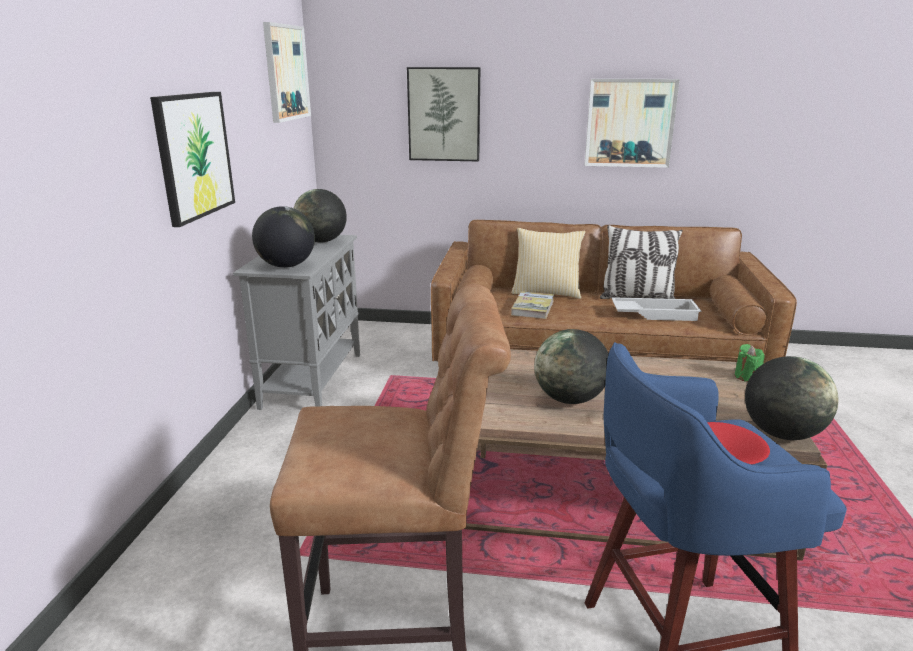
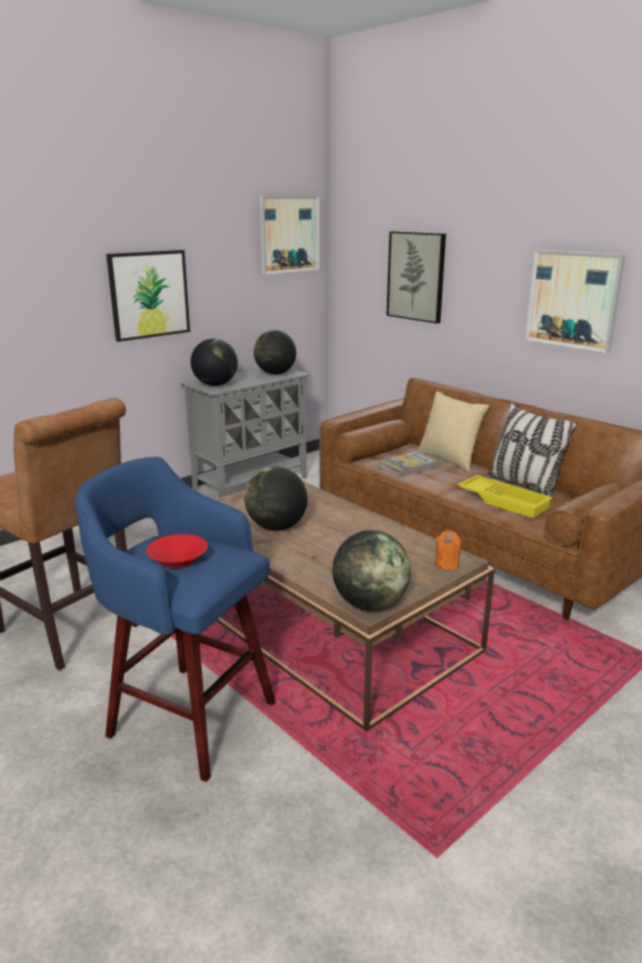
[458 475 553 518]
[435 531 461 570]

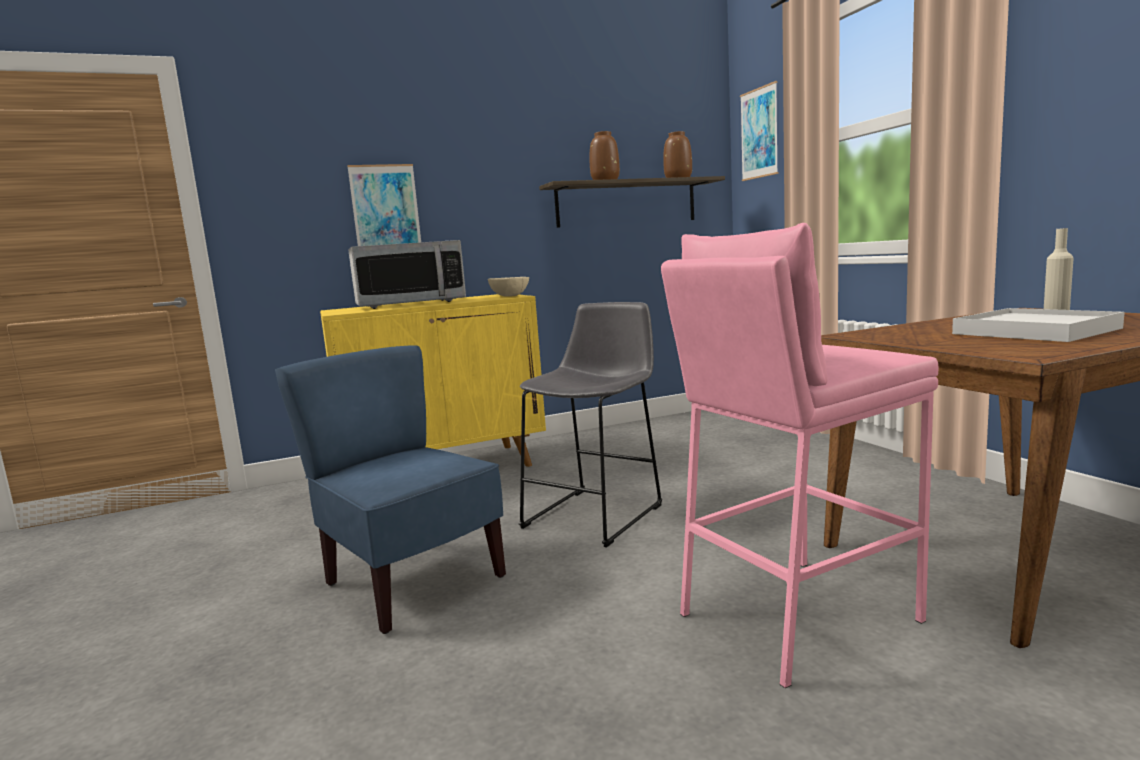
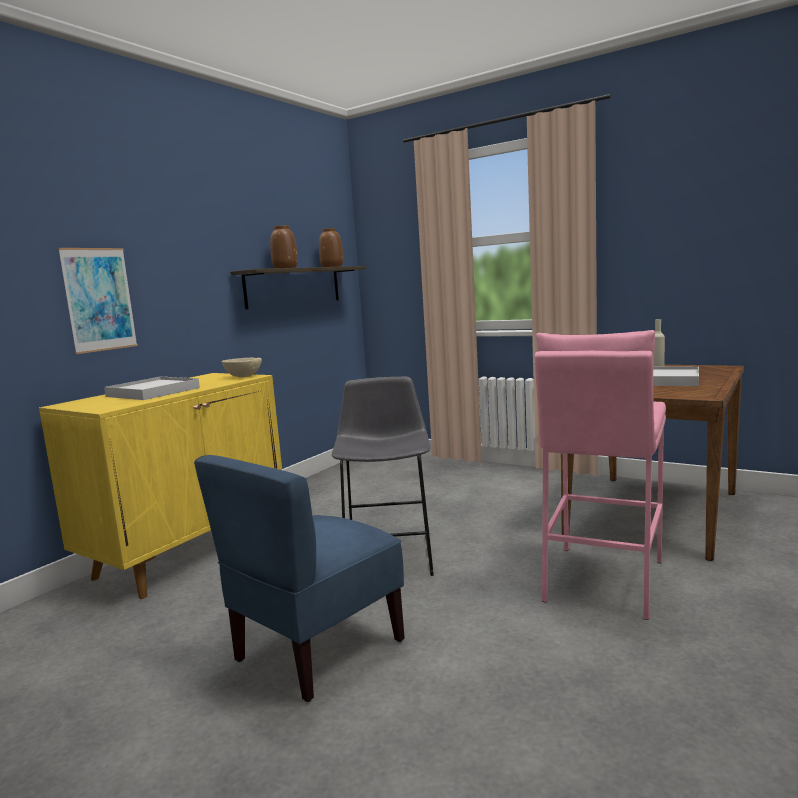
[740 81 778 181] (first image)
[104 377 200 400]
[194 455 405 702]

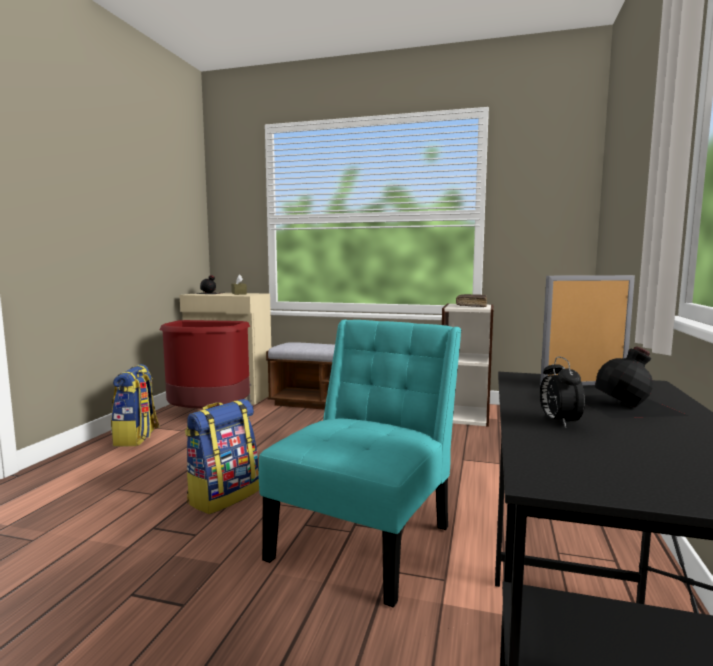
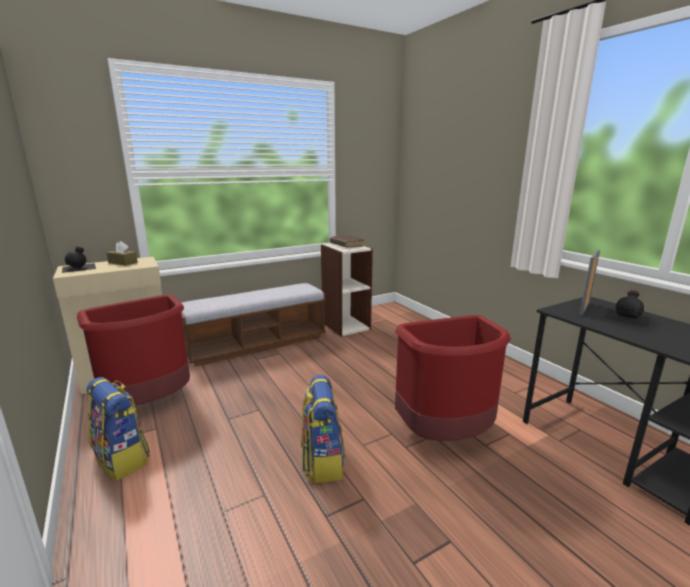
[540 356 585 428] (first image)
[395 315 511 441]

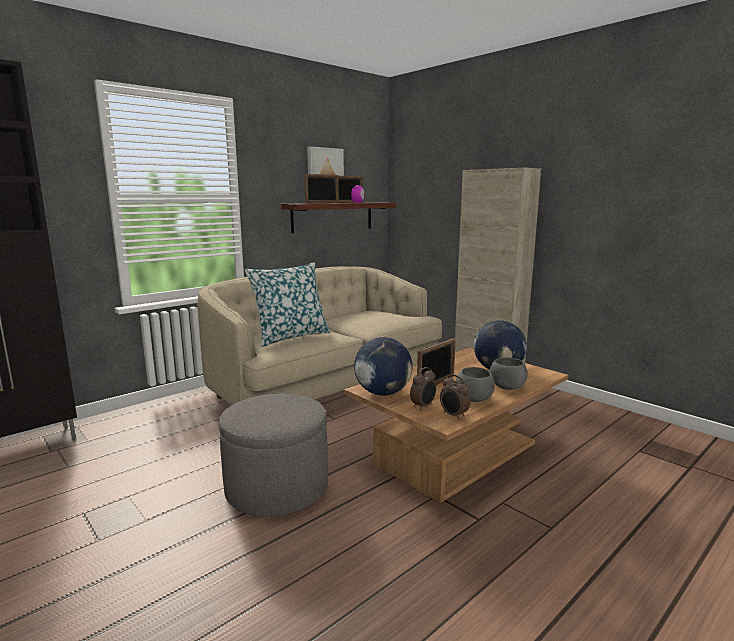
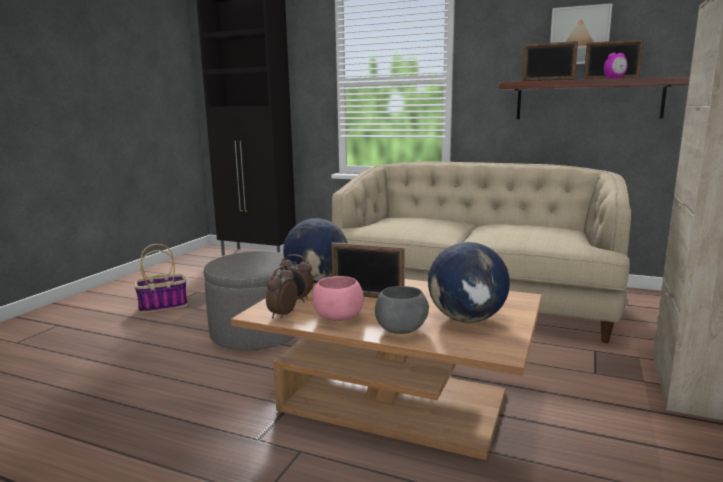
[245 262 331 347] (first image)
[134 244 188 313]
[312 276 364 321]

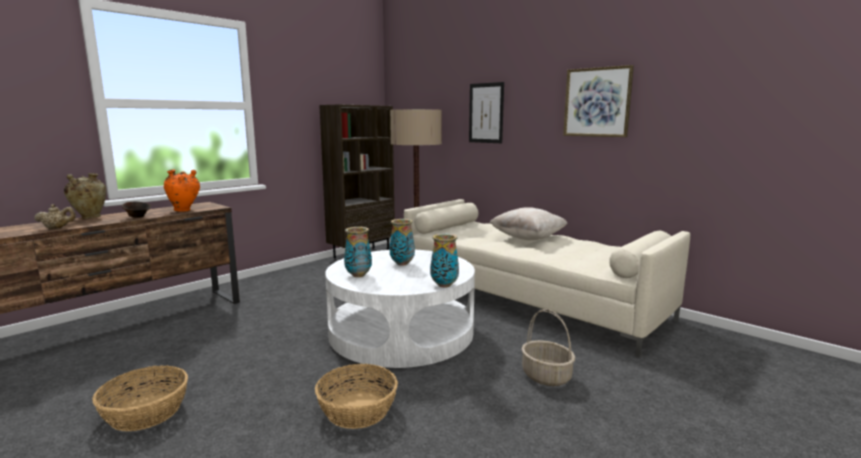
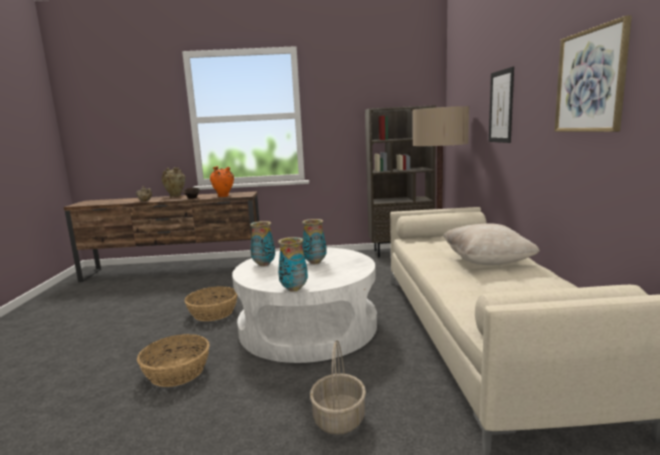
[184 286 237 321]

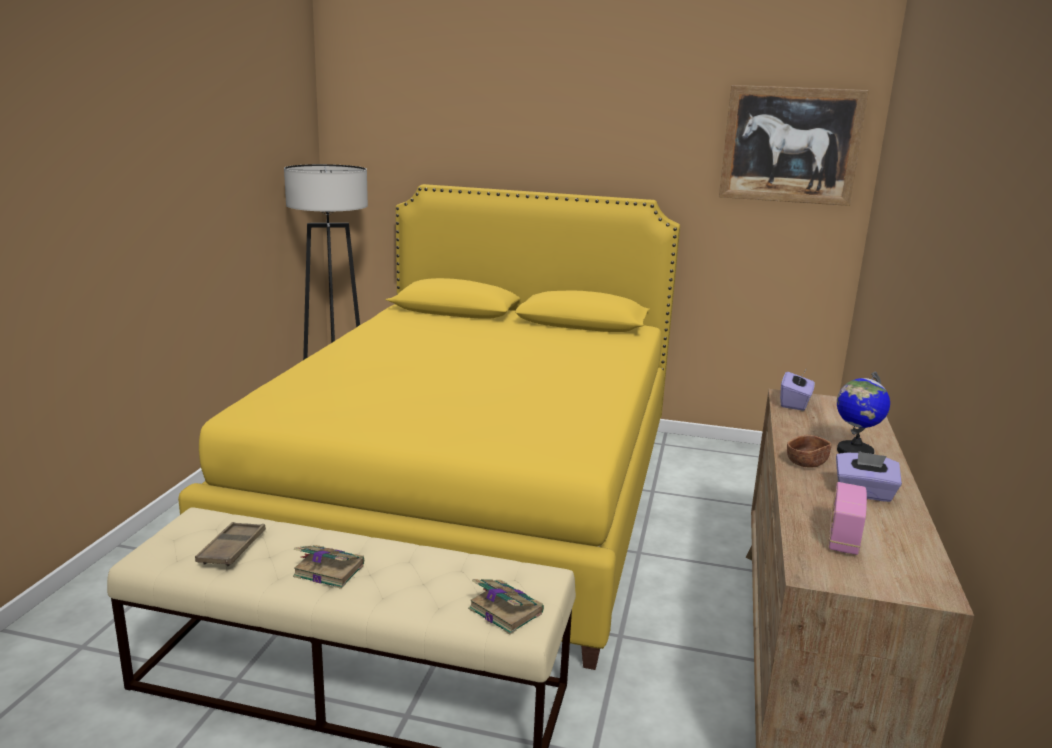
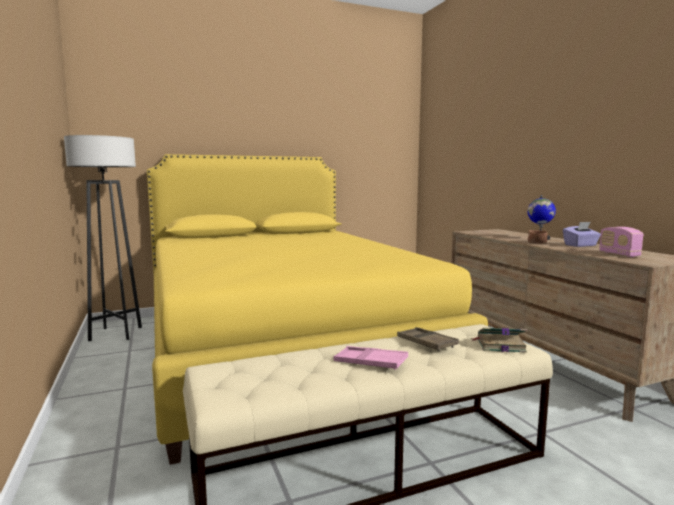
[719 85 869 206] (first image)
[780 370 815 411] (first image)
[397 327 459 351]
[333 346 408 370]

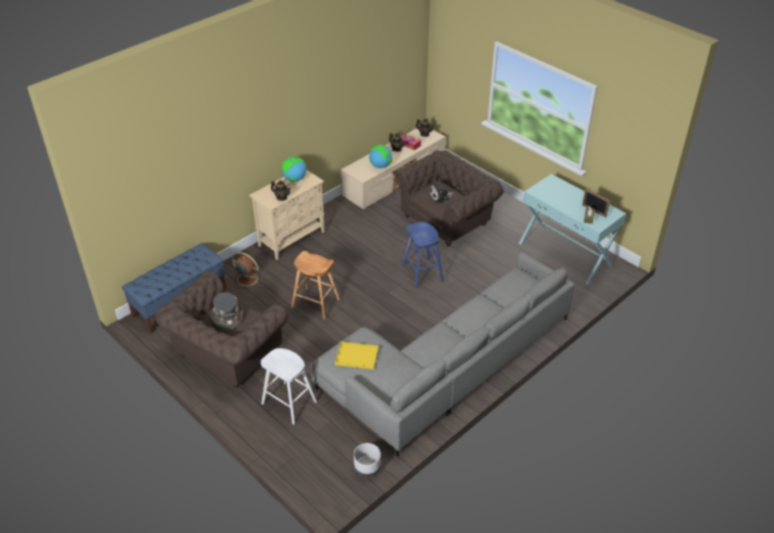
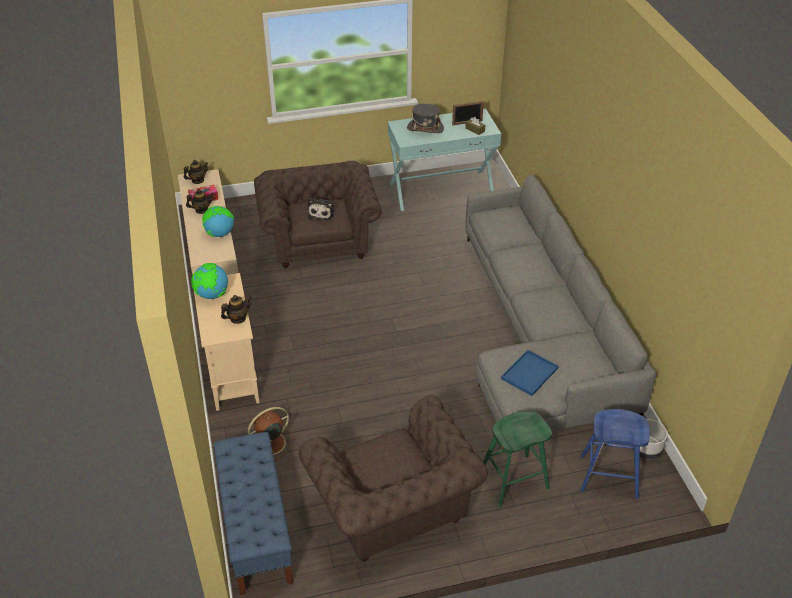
[291 251 340 320] (first image)
[407 103 444 133]
[580 409 650 499]
[483 411 552 507]
[501 350 558 396]

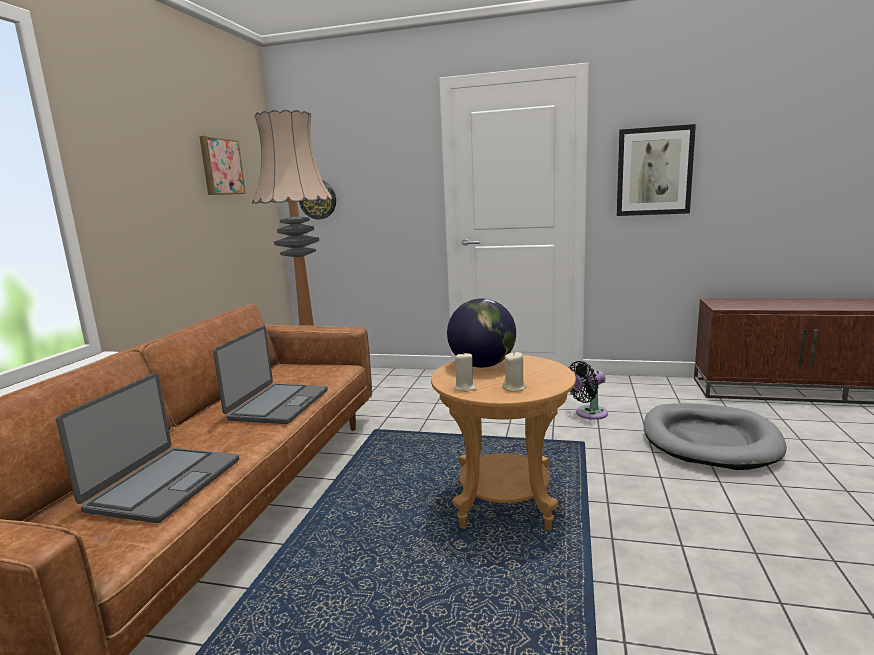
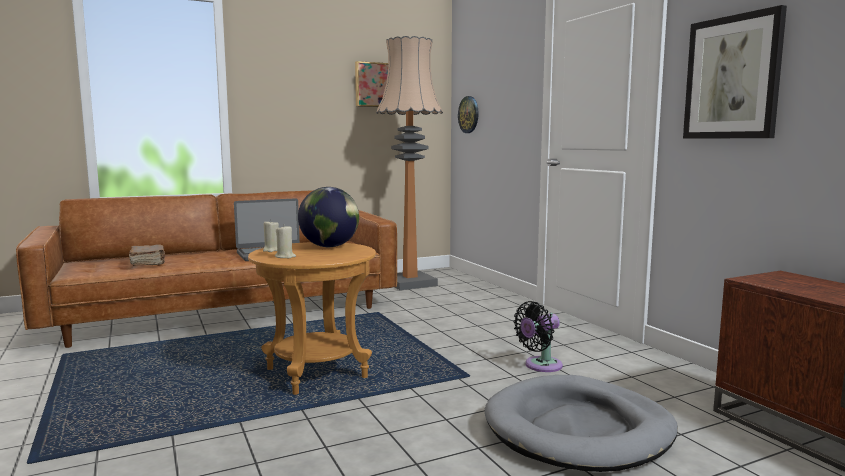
[129 244 165 266]
[513 301 563 372]

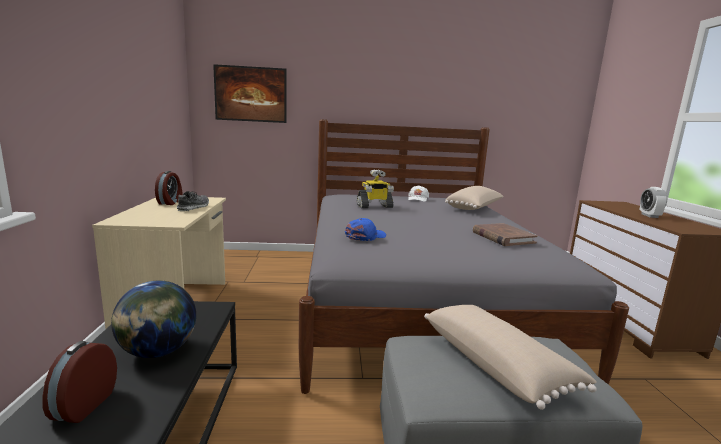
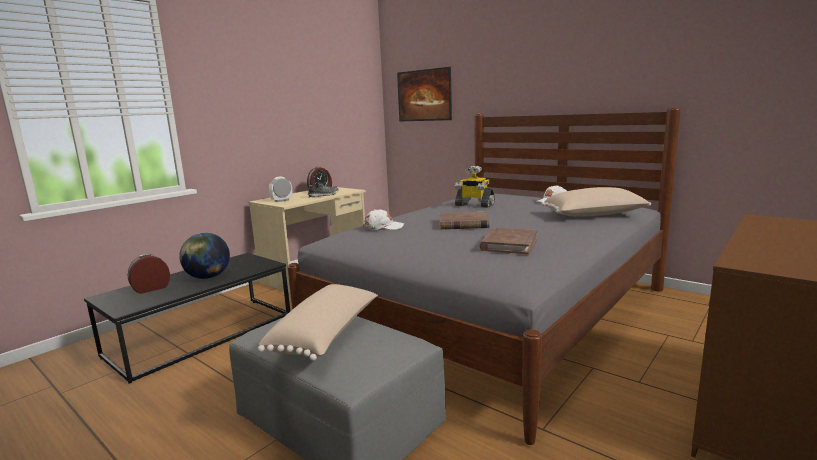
[439 212 490 230]
[269 177 292 202]
[363 209 404 230]

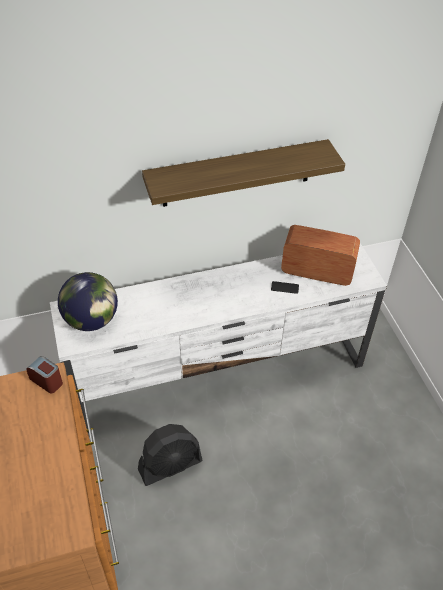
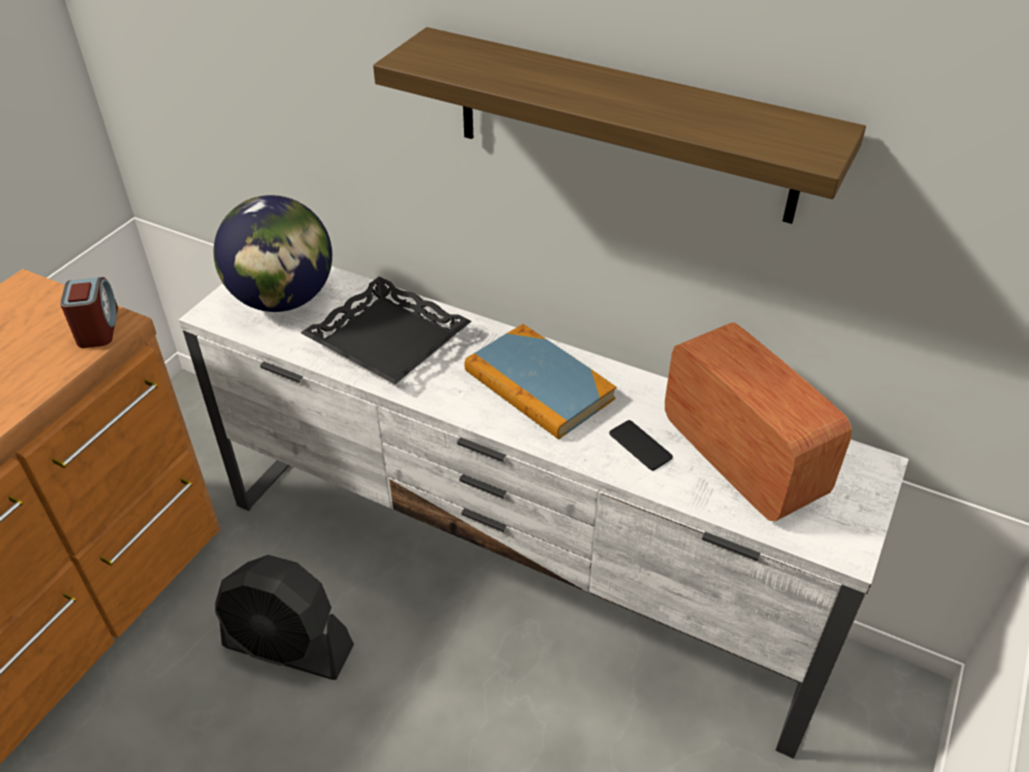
[301 276 472 384]
[464 324 617 440]

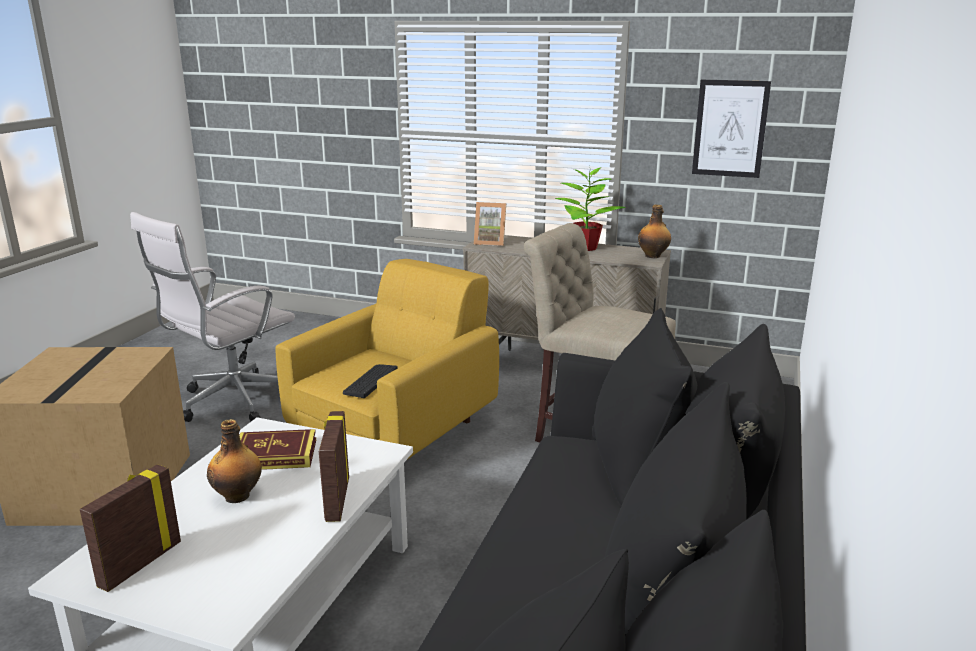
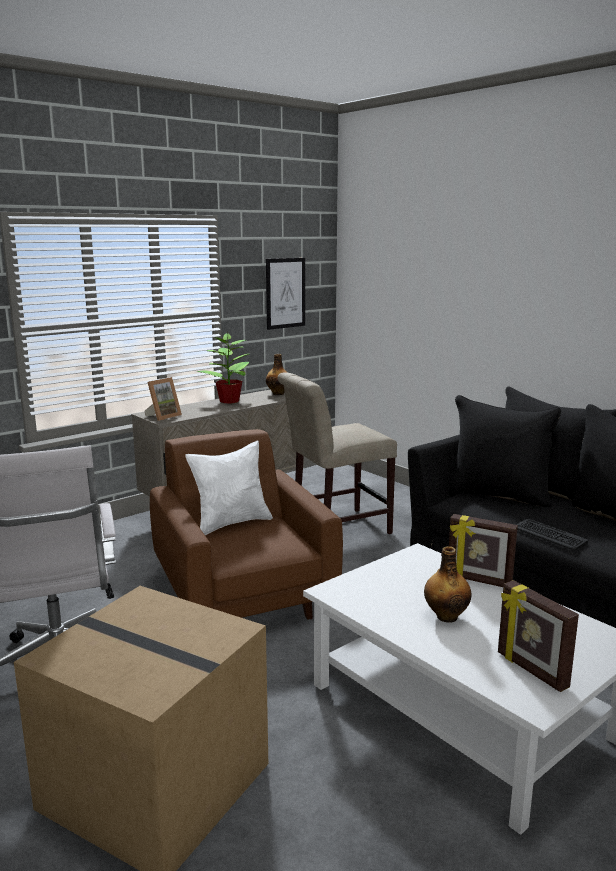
[239 429 316 470] (first image)
[185 440 273 535]
[516 519 588 550]
[150 429 343 620]

